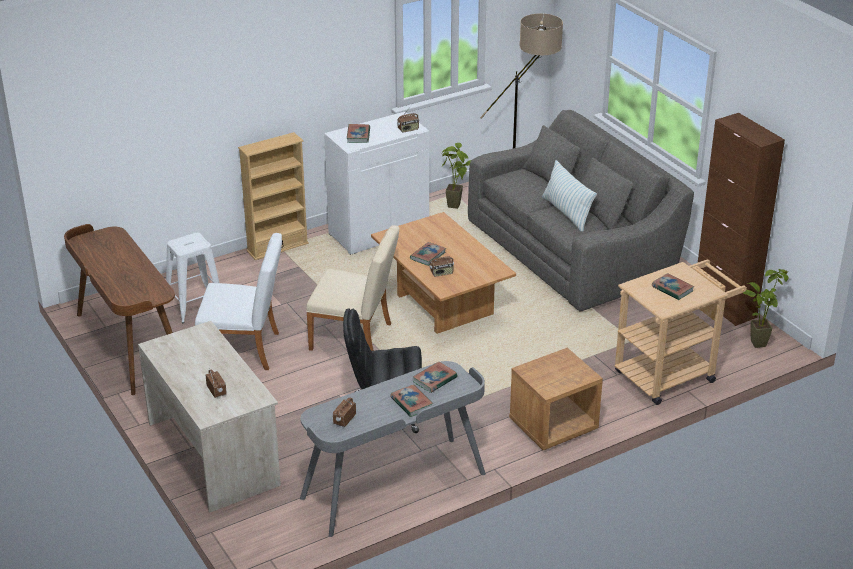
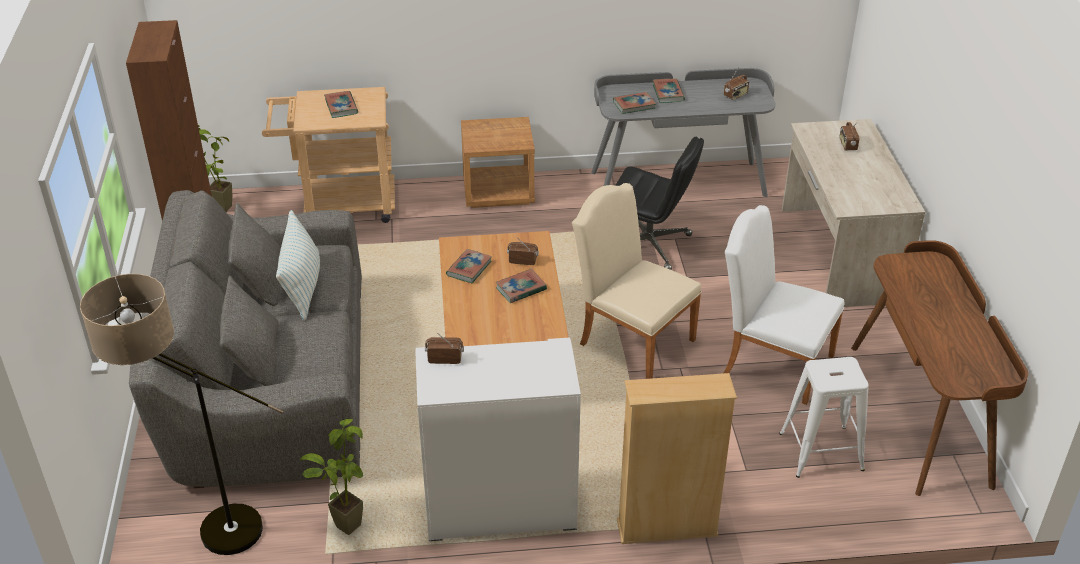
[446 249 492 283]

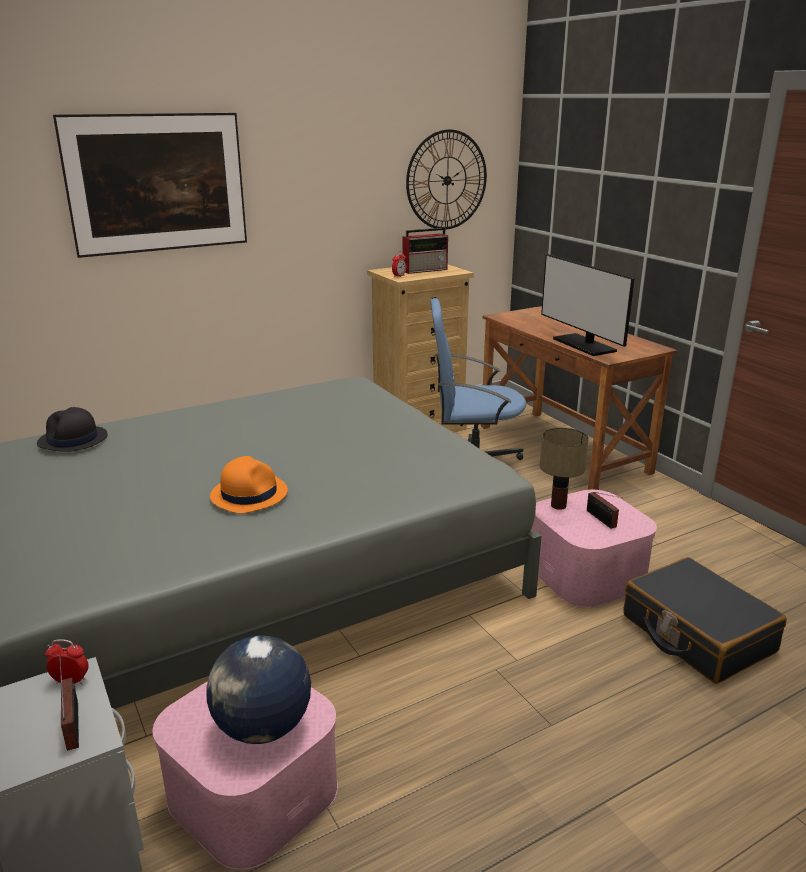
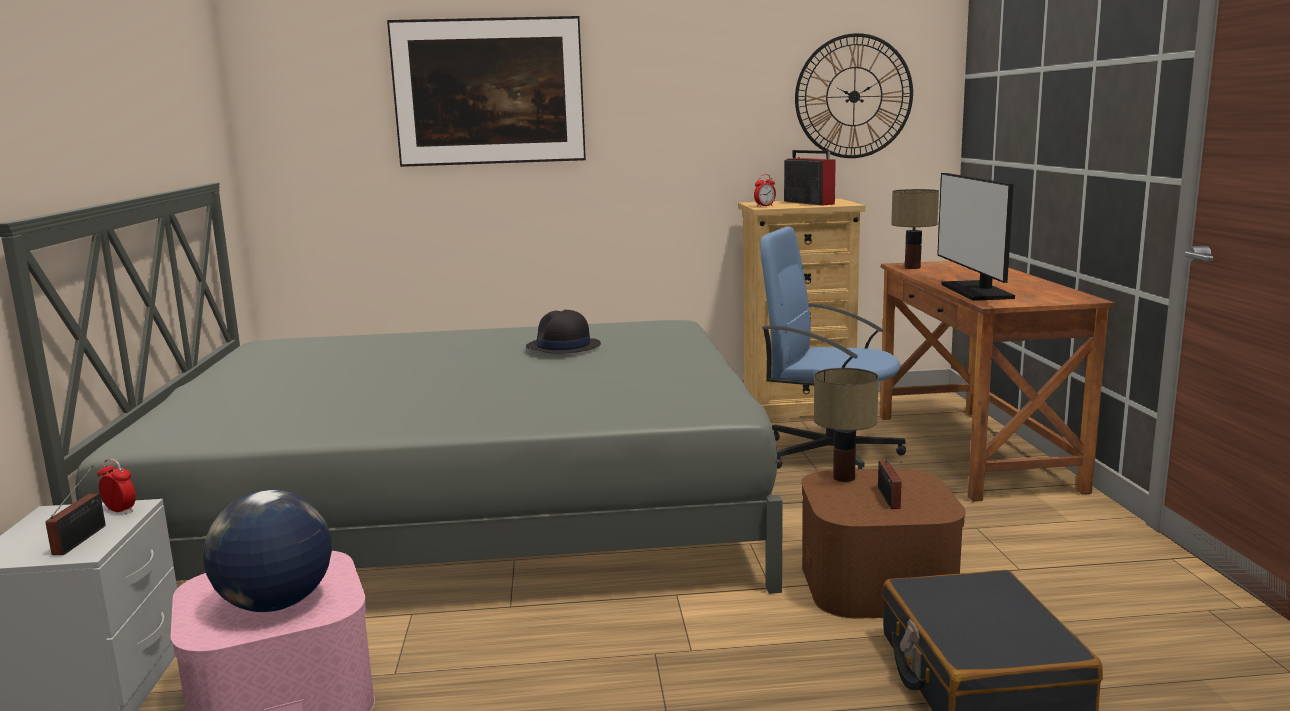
[210 456 288 514] (first image)
[891 189 939 269]
[526 310 601 354]
[801 468 966 619]
[784 150 836 206]

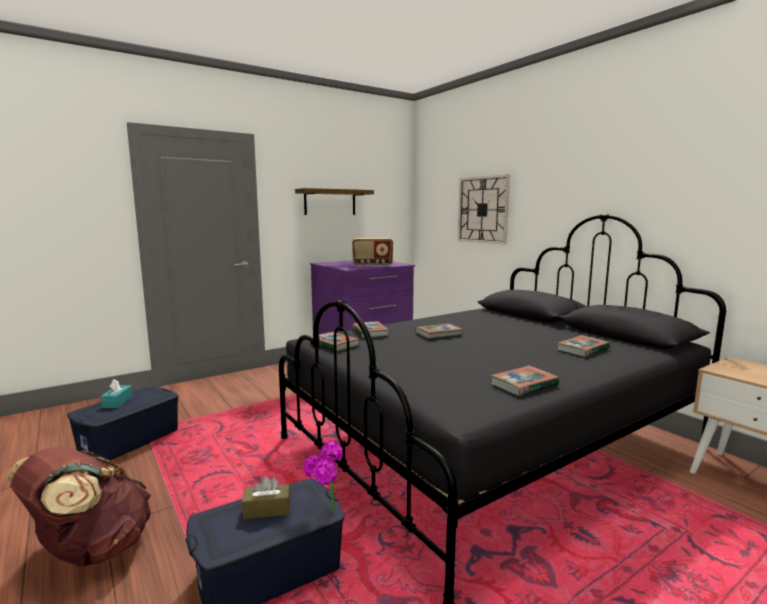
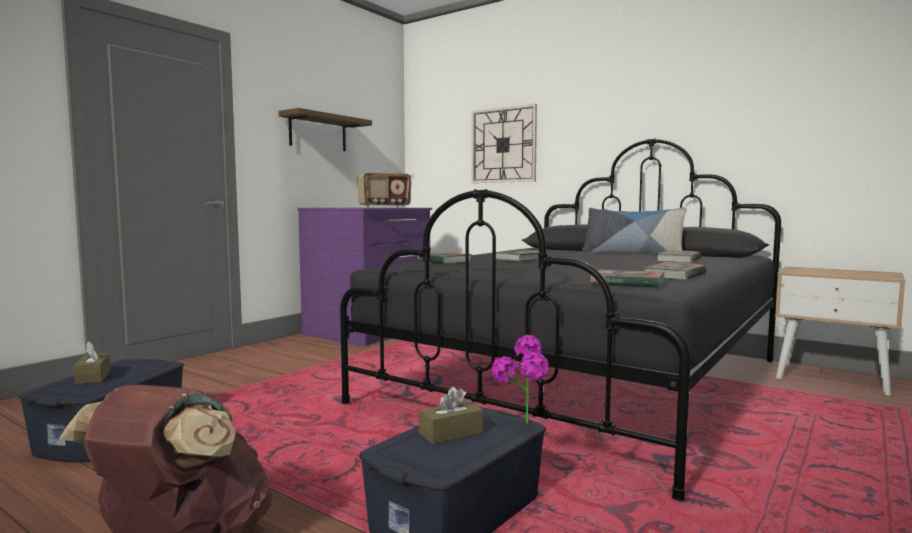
[582 207 687 254]
[590 270 665 288]
[74 341 111 384]

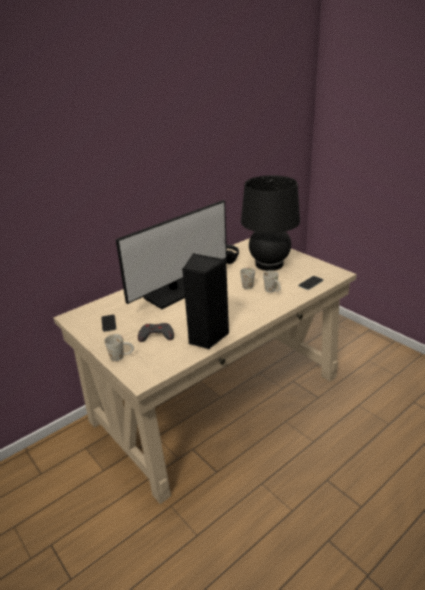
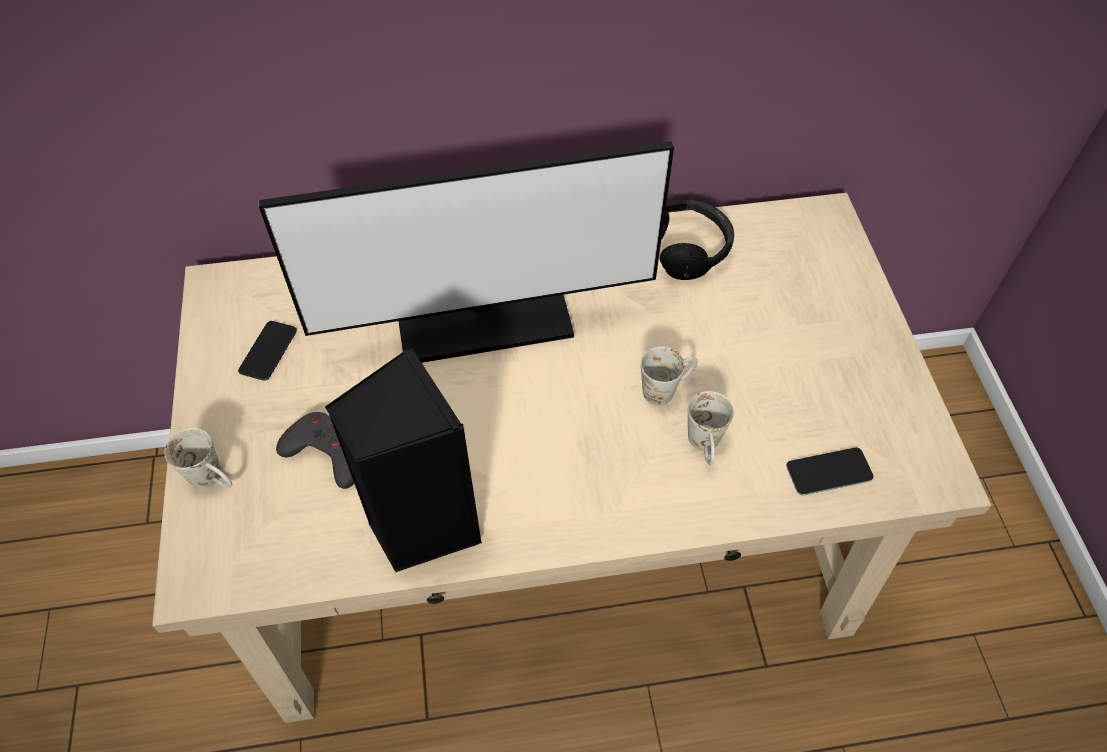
[241 175 300 271] (first image)

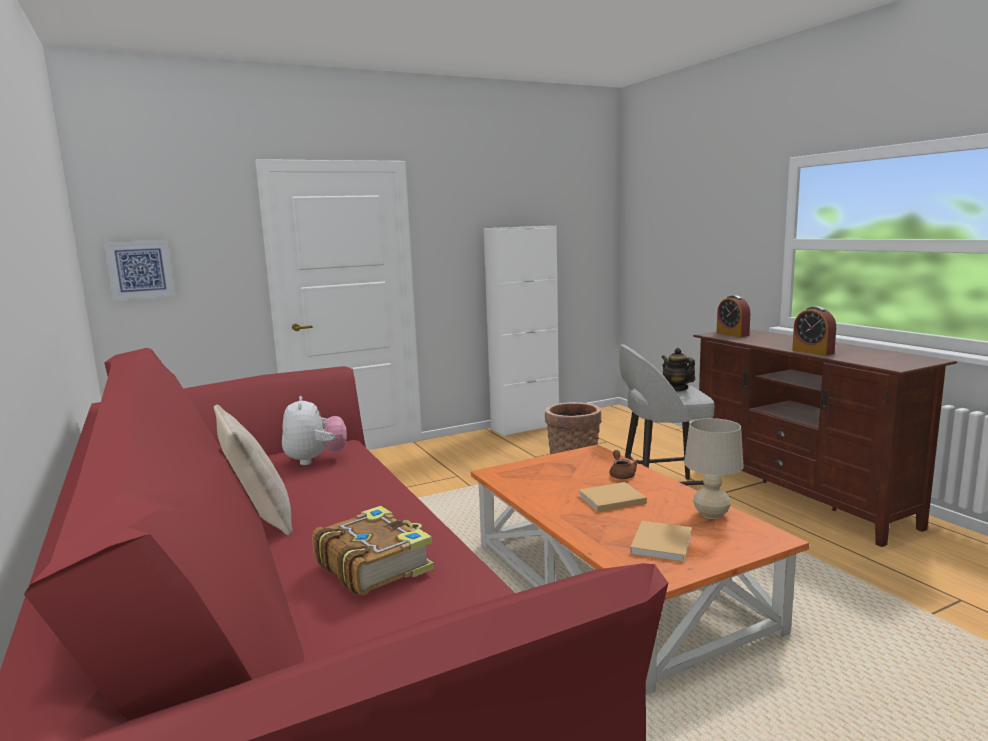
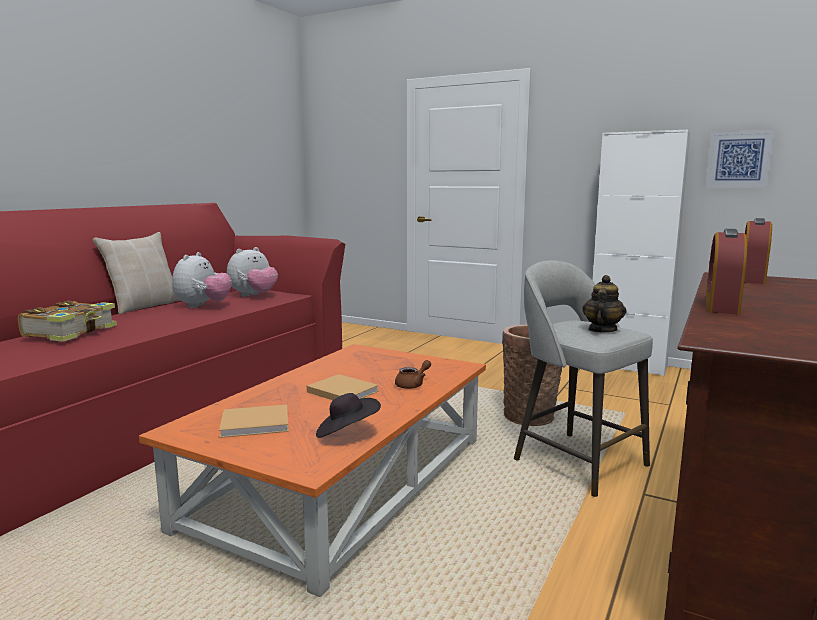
[172 252 232 308]
[706 130 775 188]
[316 393 381 438]

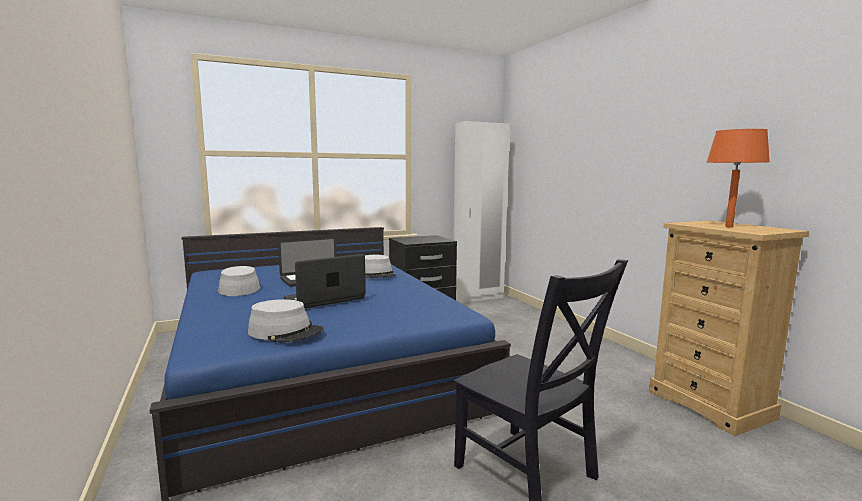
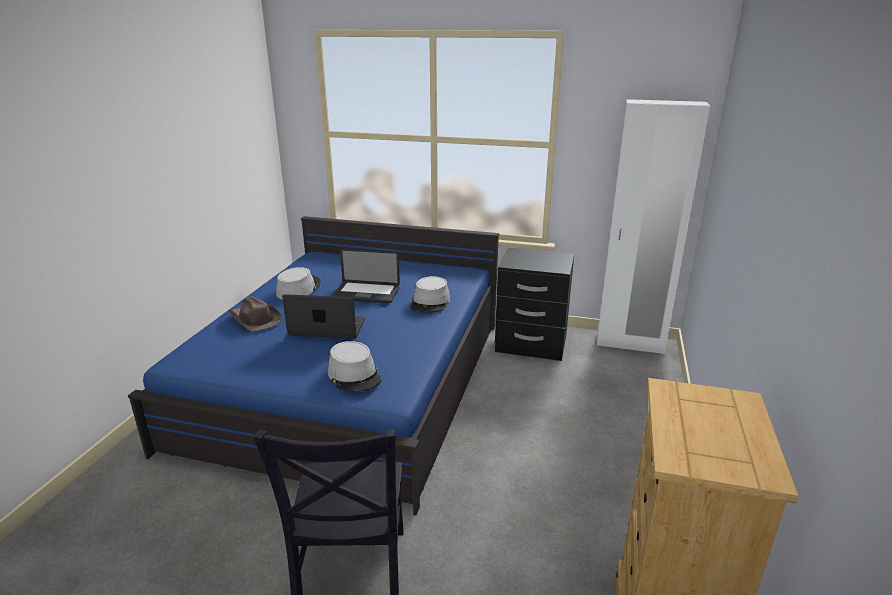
[707 129 770 228] (first image)
[228 296 282 332]
[328 341 381 392]

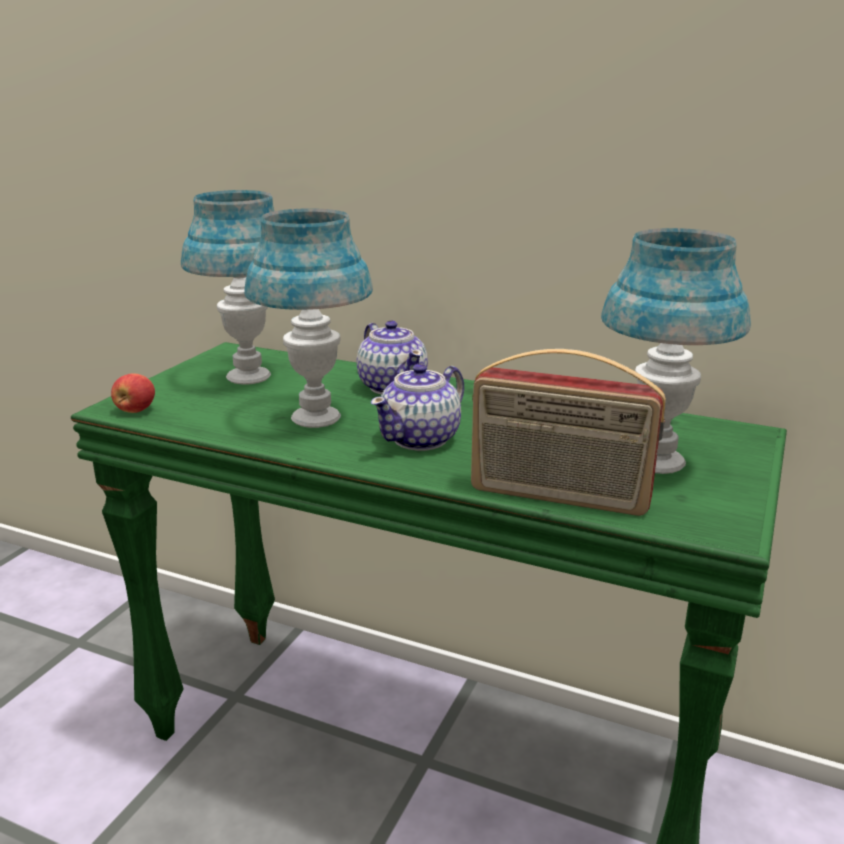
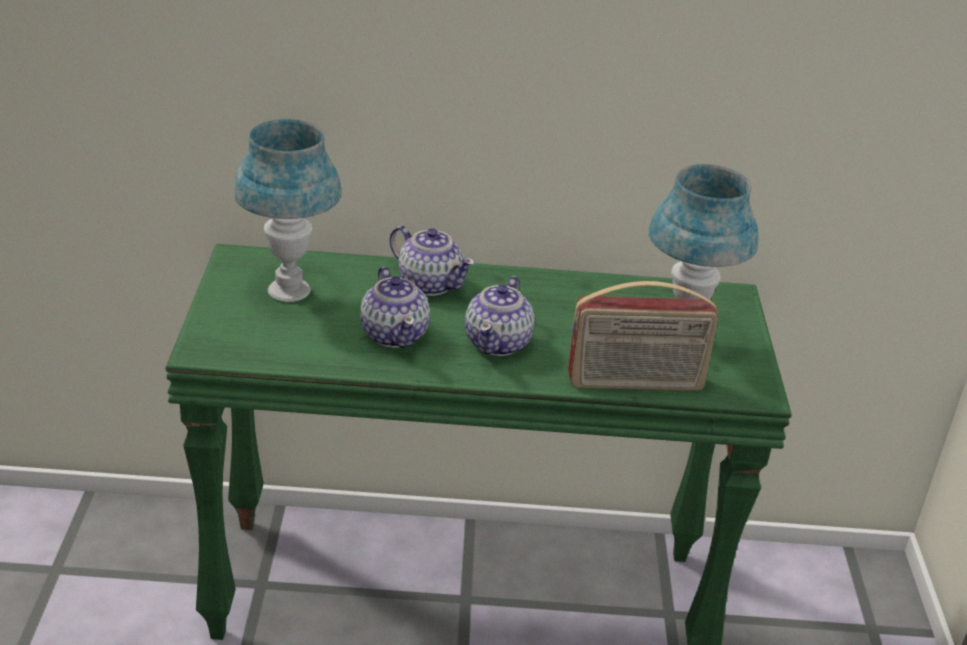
[111 373 155 413] (first image)
[360 267 430 348]

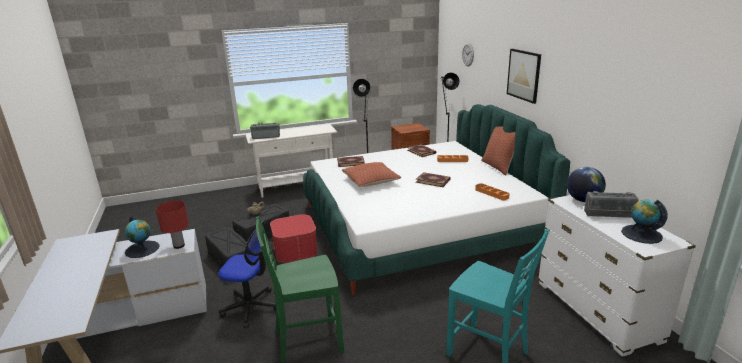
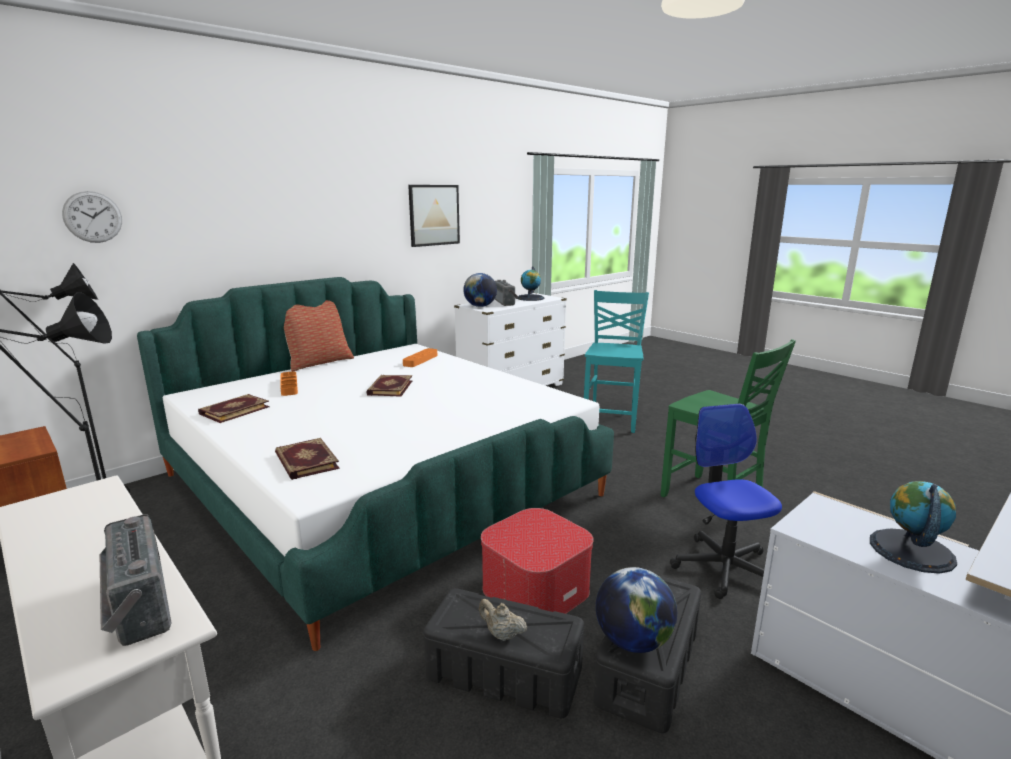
[156 200 189 249] (first image)
[342 162 401 187] (first image)
[596 567 677 653]
[408 185 460 247]

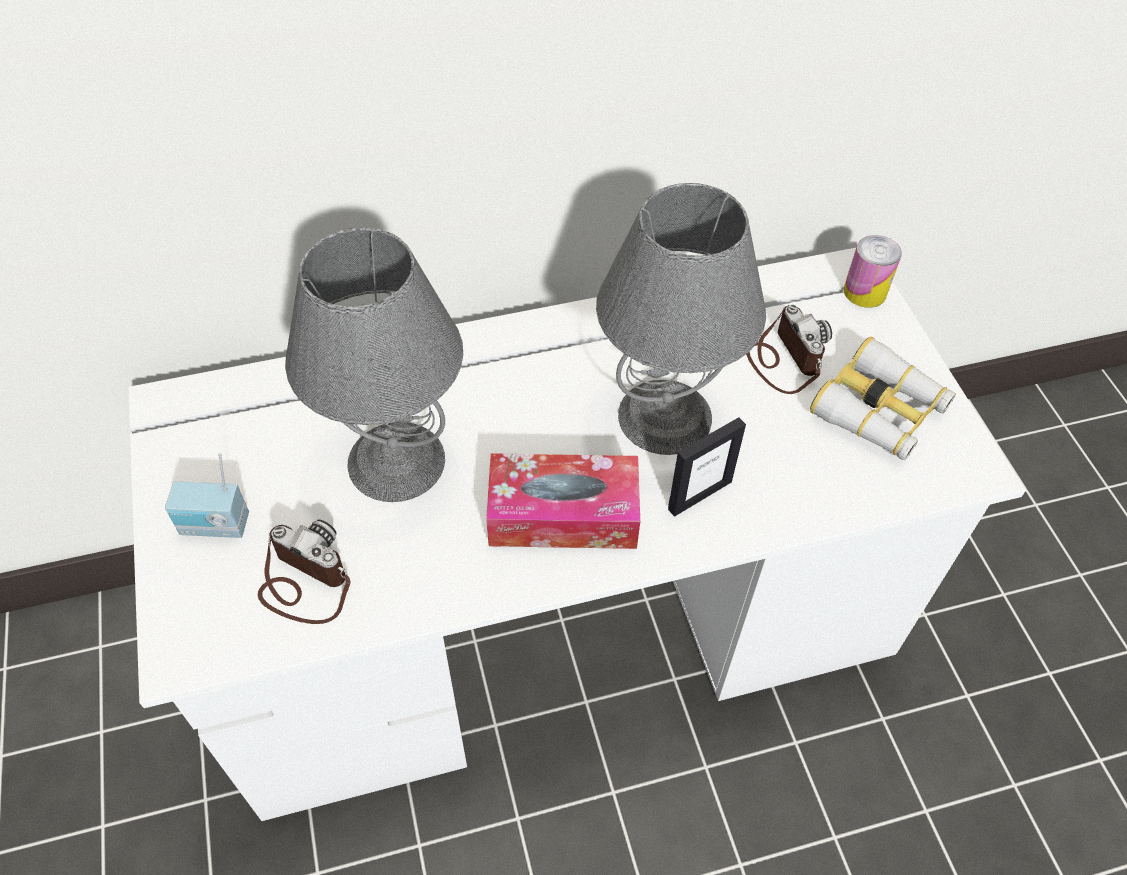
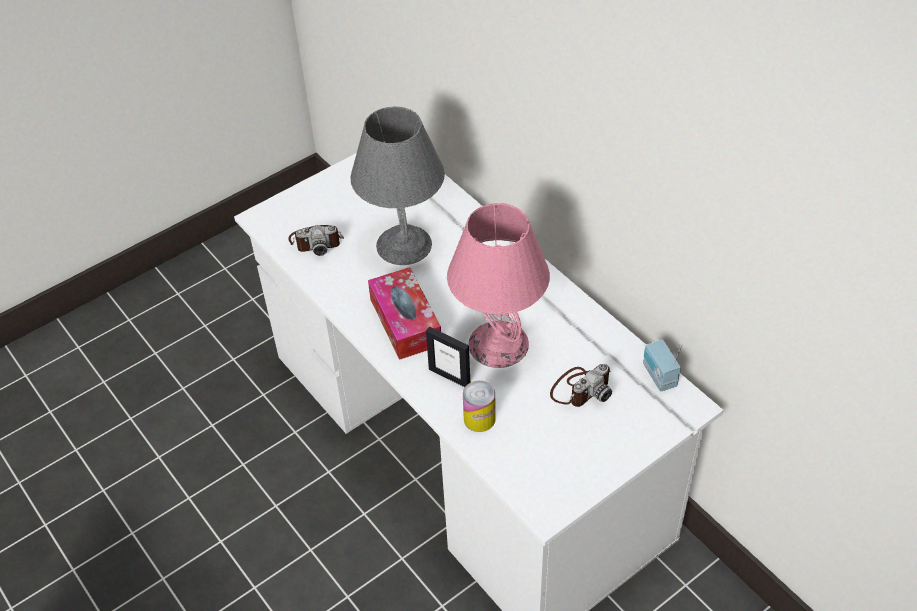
[810 336 956 460] (first image)
[643 339 683 392]
[463 381 496 432]
[447 203 550 368]
[288 225 344 256]

